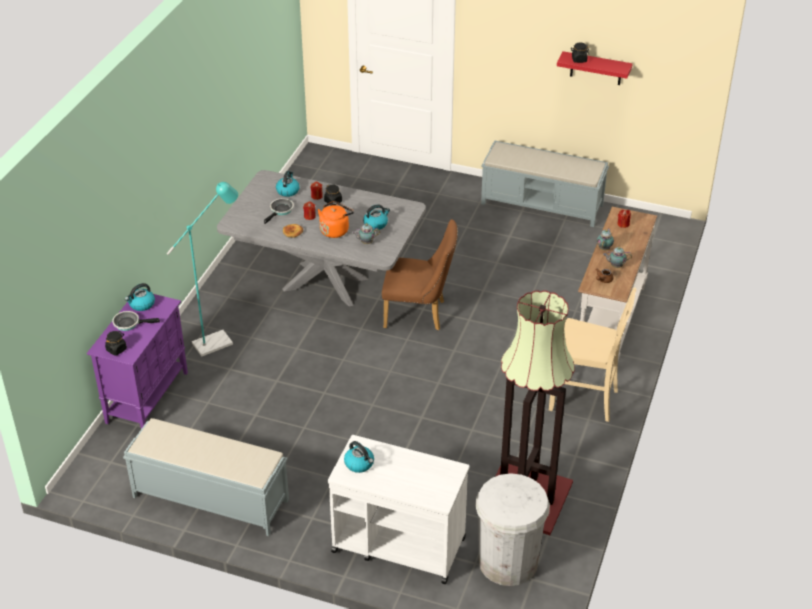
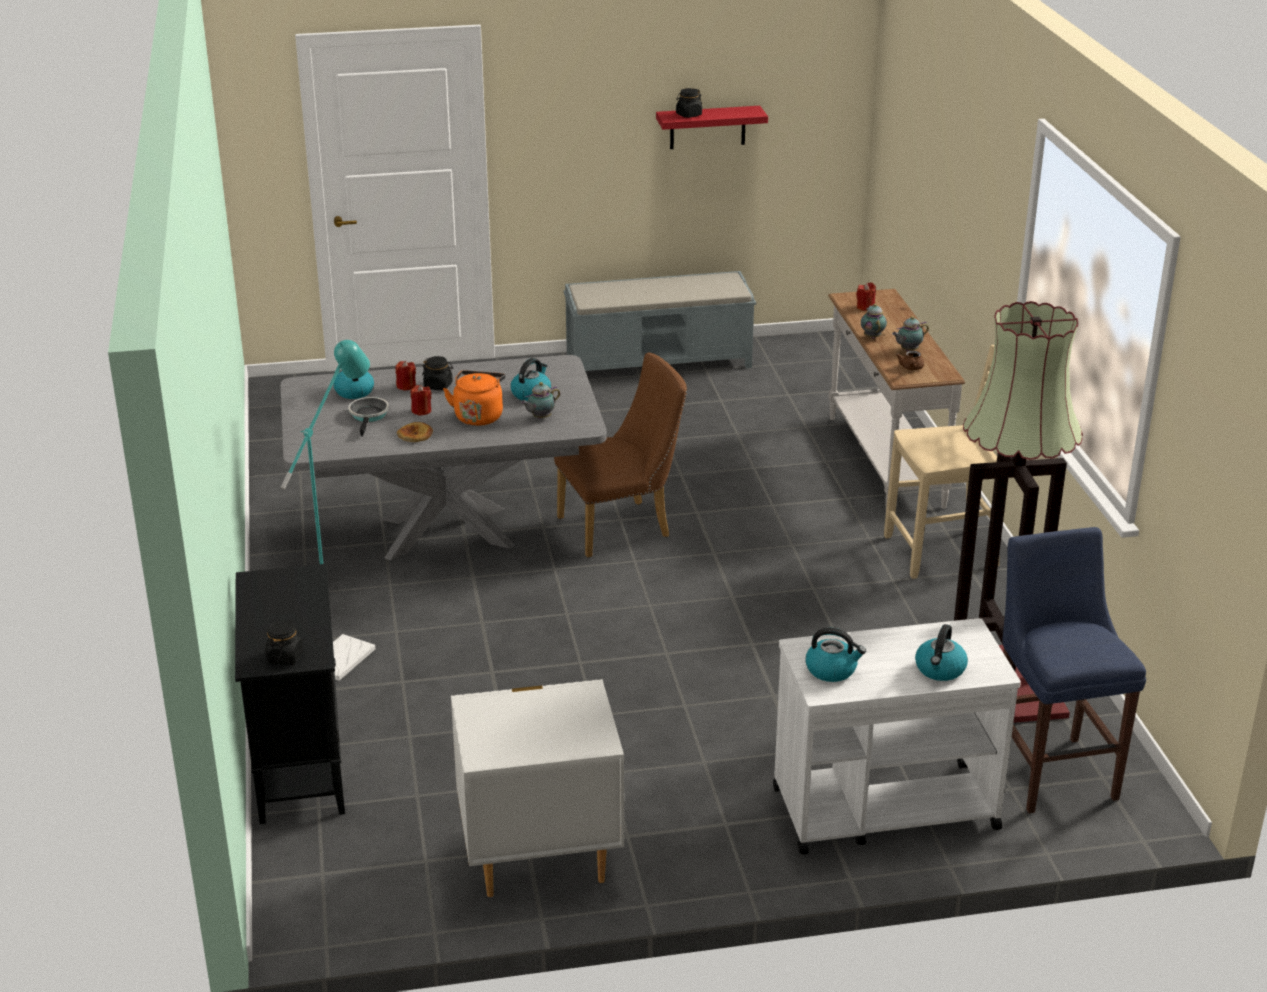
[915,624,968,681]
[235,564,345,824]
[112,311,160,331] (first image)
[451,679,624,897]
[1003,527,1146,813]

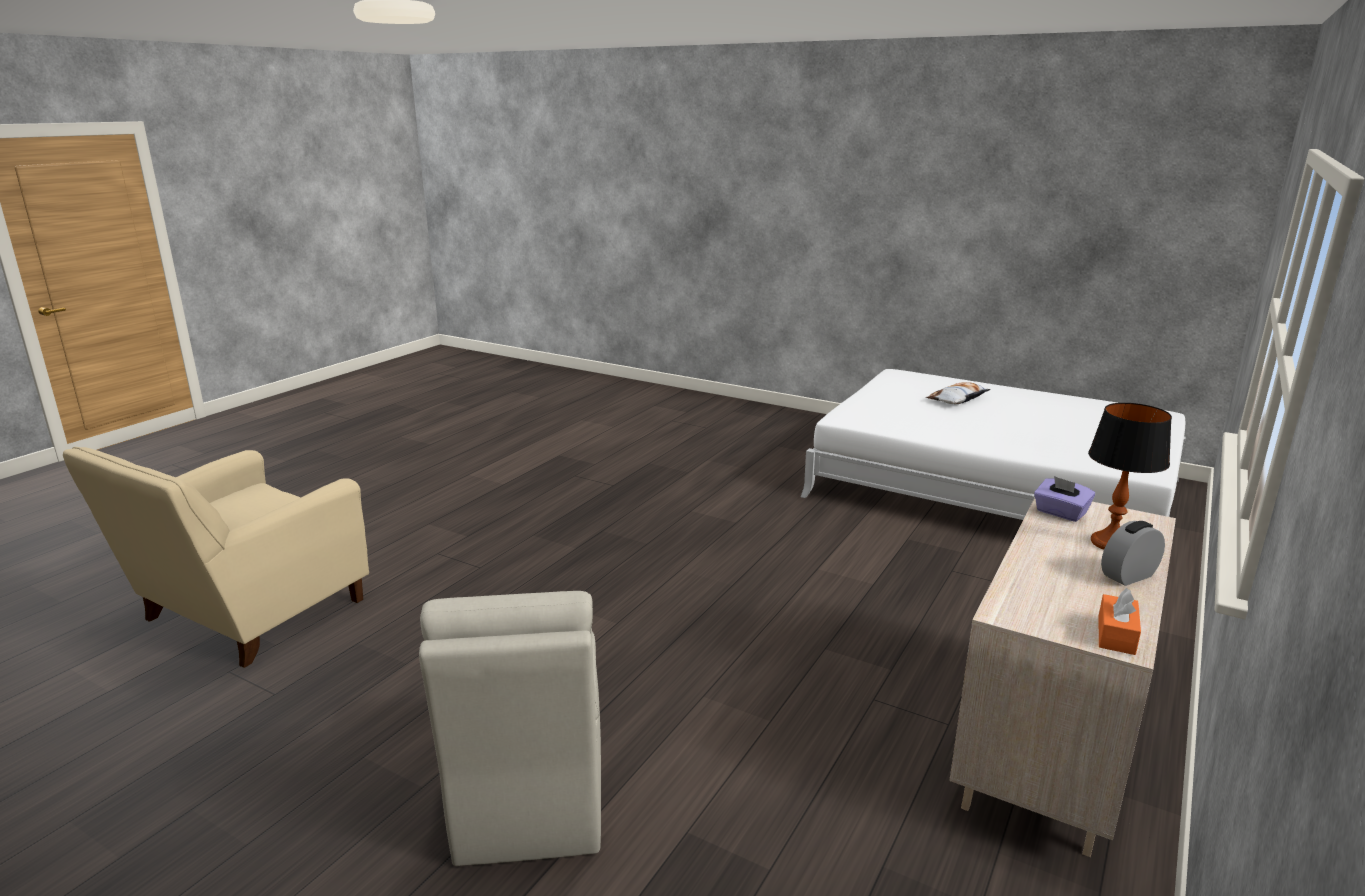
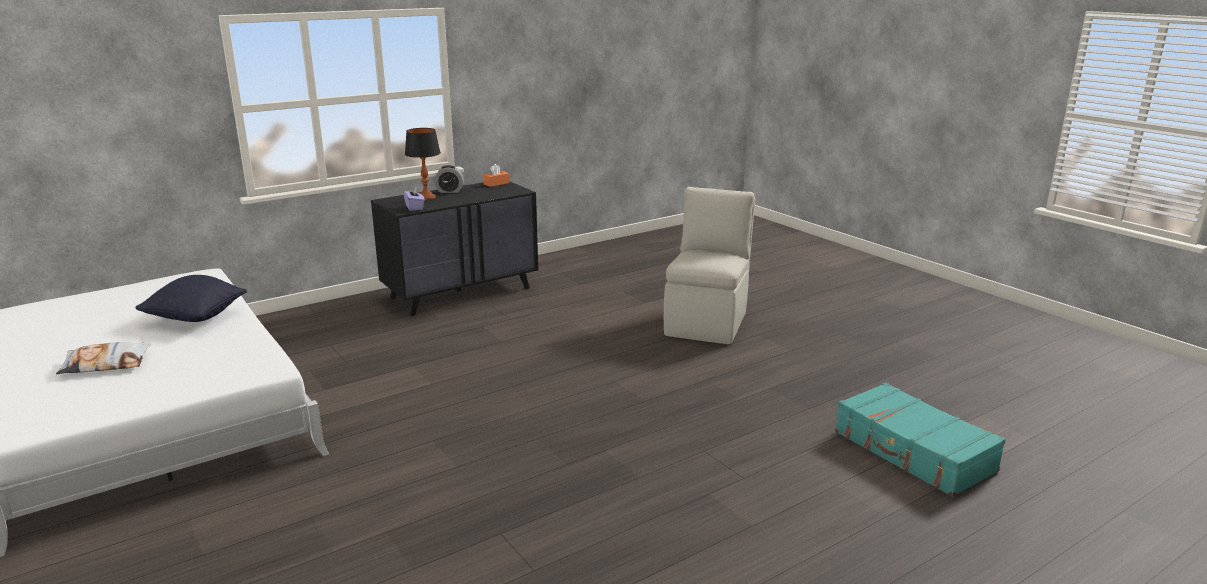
[835,382,1006,497]
[371,182,538,316]
[135,275,247,322]

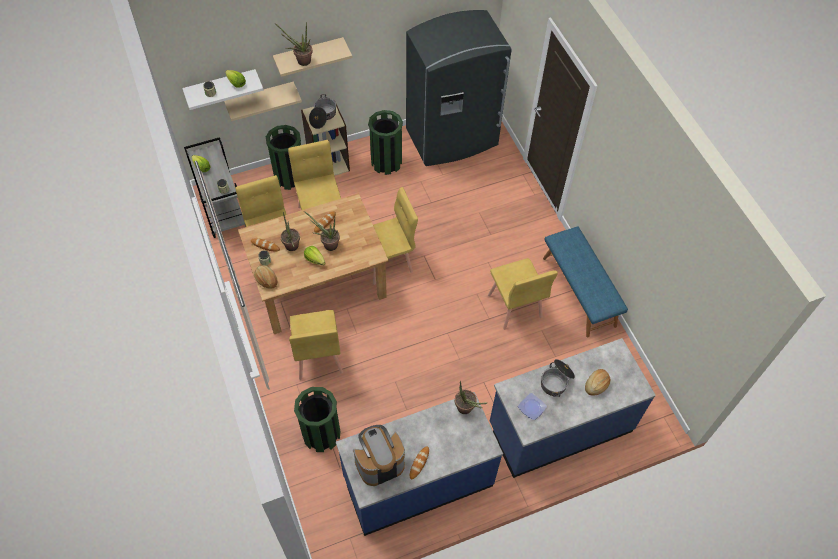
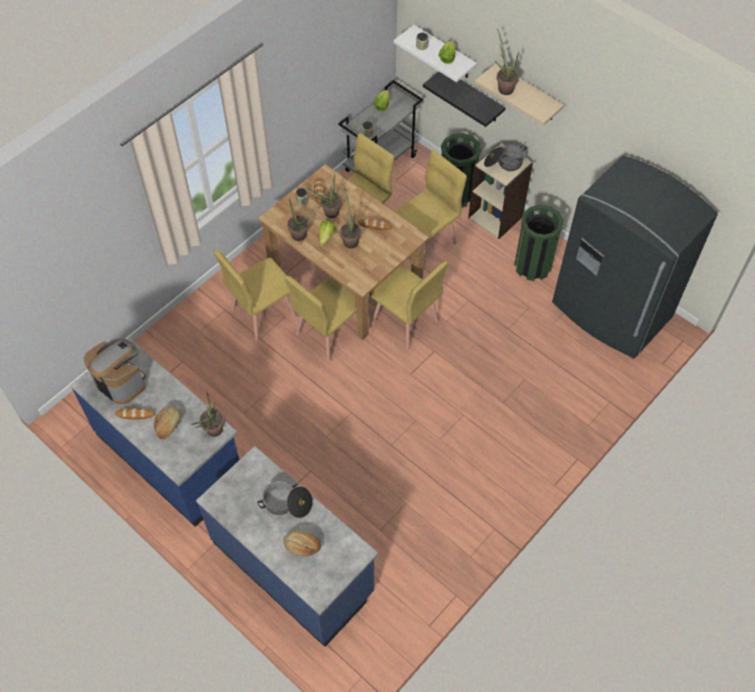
[423,72,506,127]
[543,226,628,337] (first image)
[285,276,358,362]
[154,407,182,439]
[294,387,340,452] (first image)
[518,393,547,420] (first image)
[287,198,311,241]

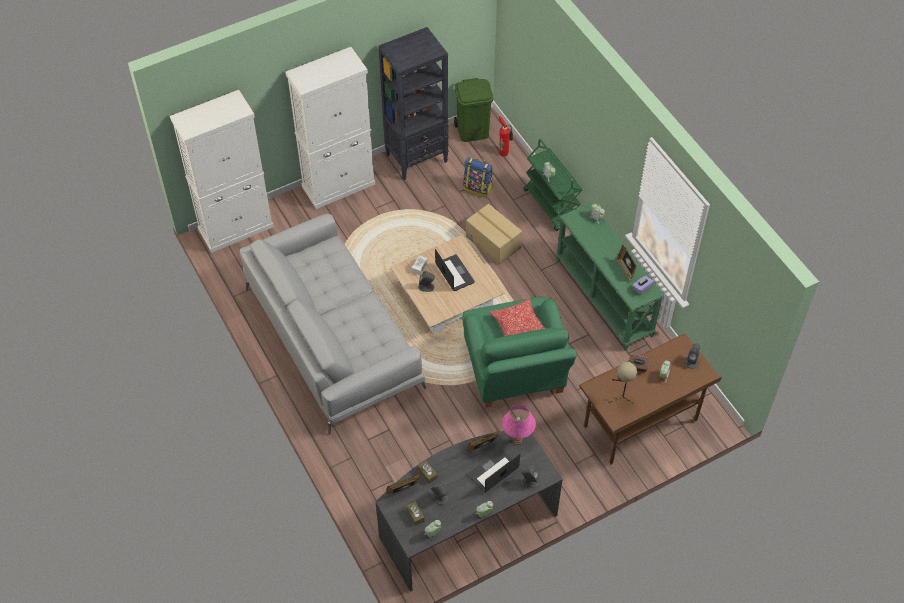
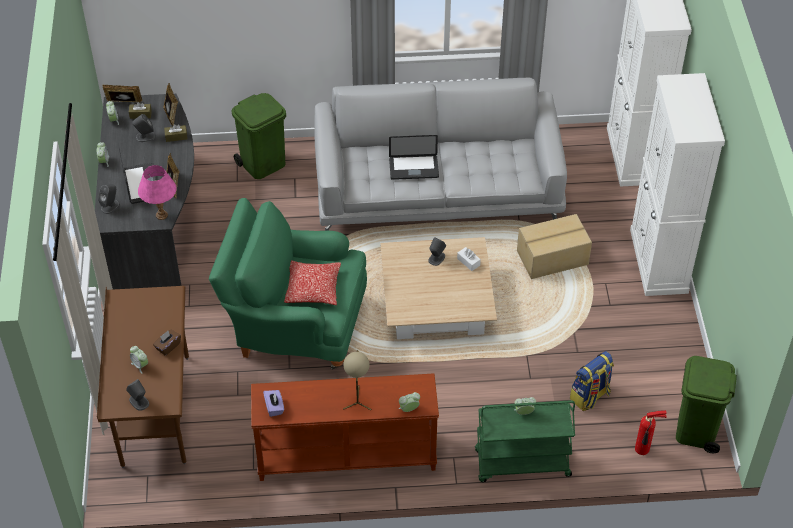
[379,27,448,180] (first image)
[251,373,439,481]
[517,214,592,279]
[102,85,142,102]
[389,135,439,180]
[343,350,371,410]
[232,93,286,179]

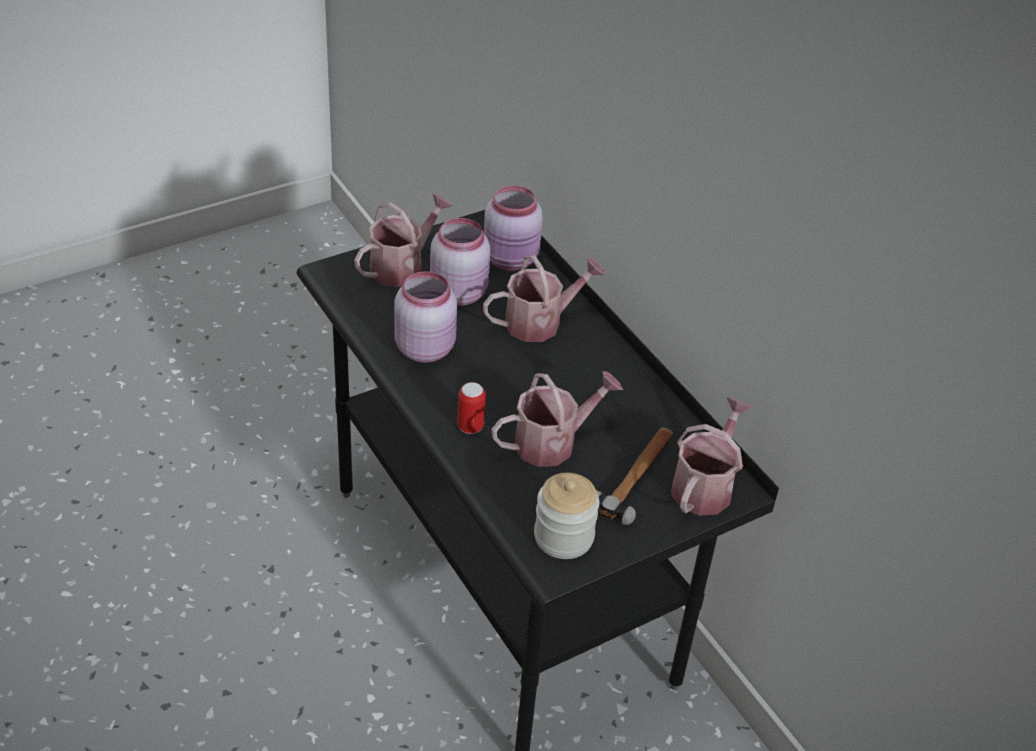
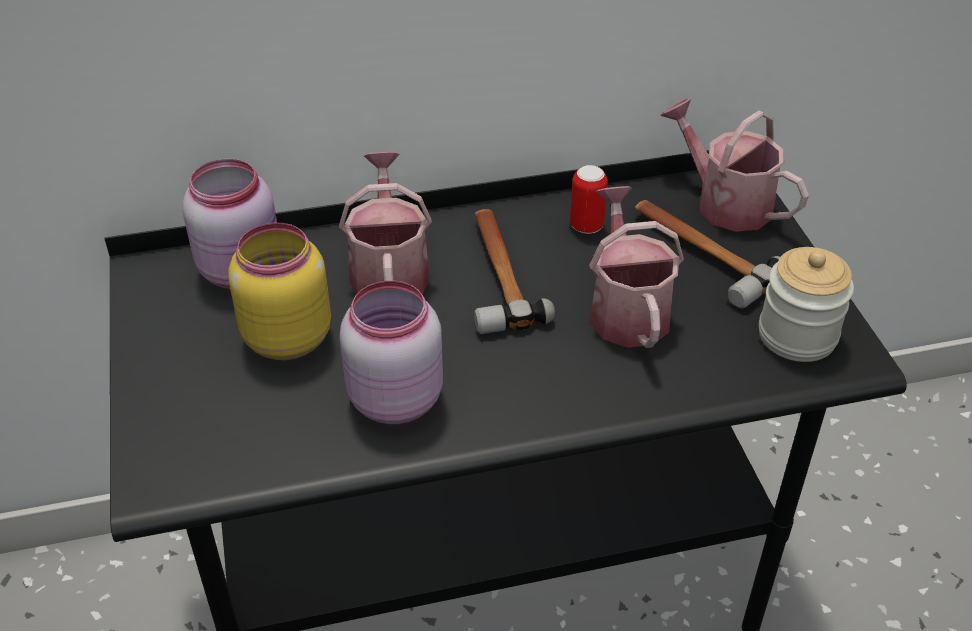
[354,193,453,287] (first image)
[228,223,331,360]
[570,165,608,234]
[474,209,555,334]

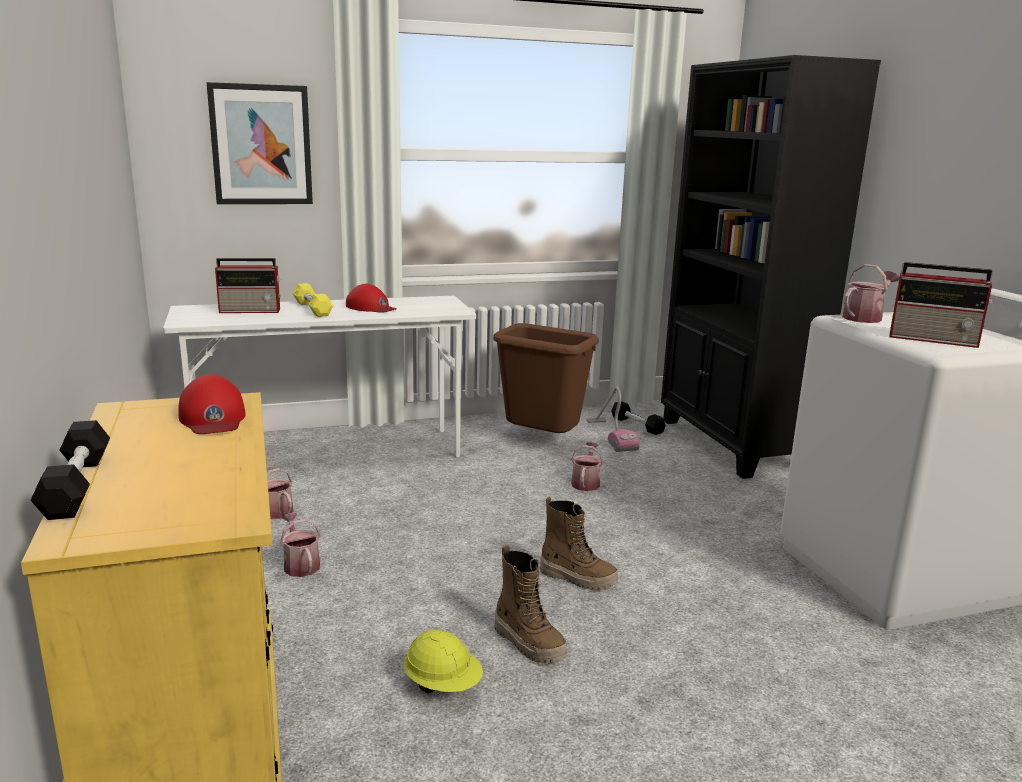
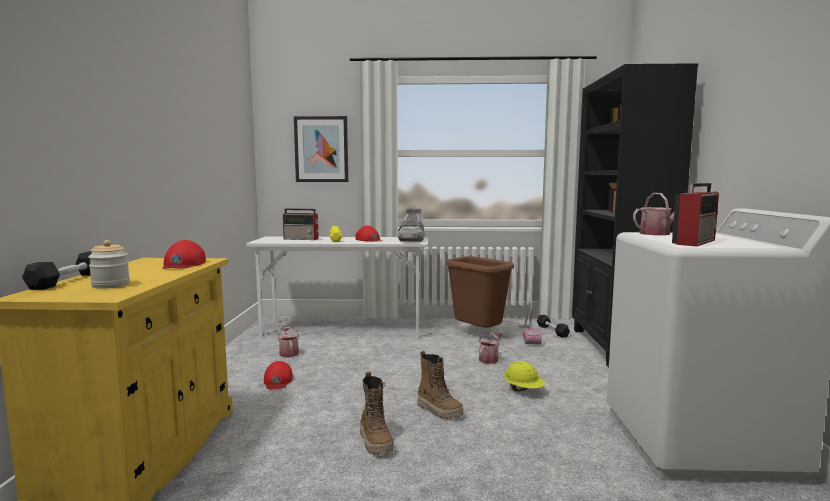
[672,183,719,246]
[264,361,293,389]
[504,361,545,392]
[398,208,425,242]
[88,240,130,289]

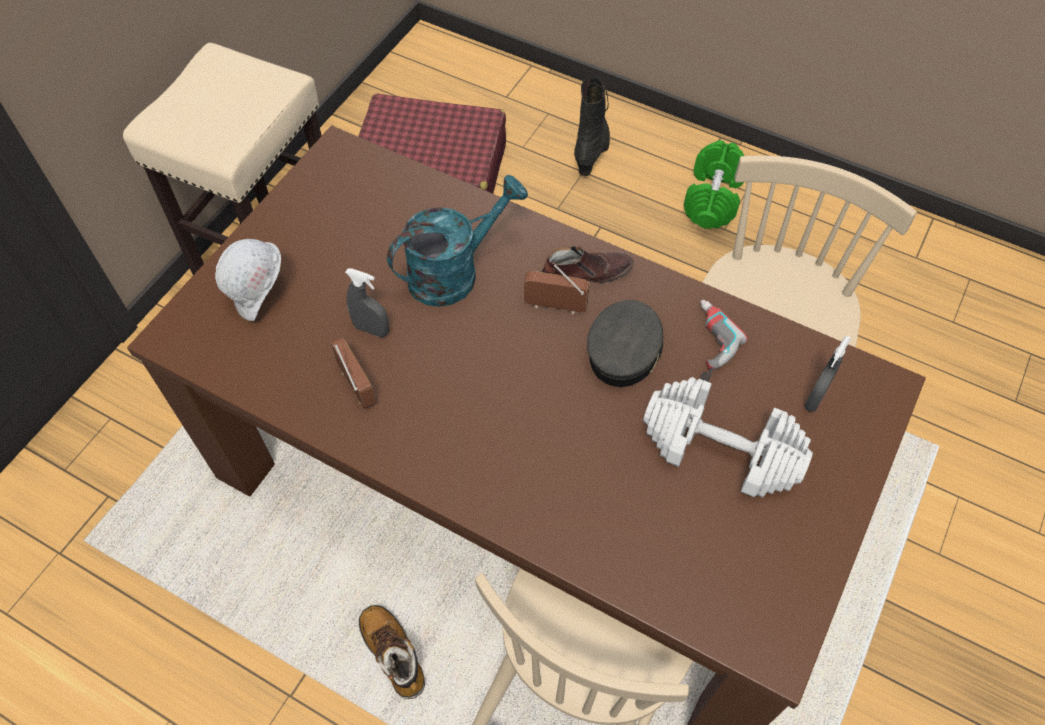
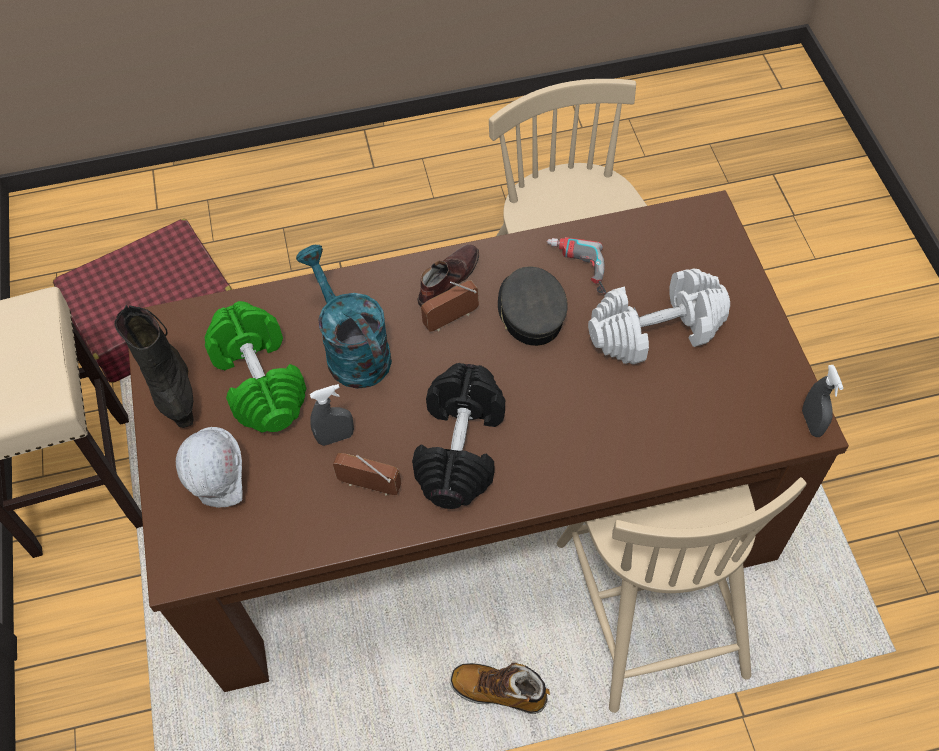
[114,305,194,428]
[205,301,306,433]
[296,245,392,389]
[802,365,844,437]
[412,363,505,509]

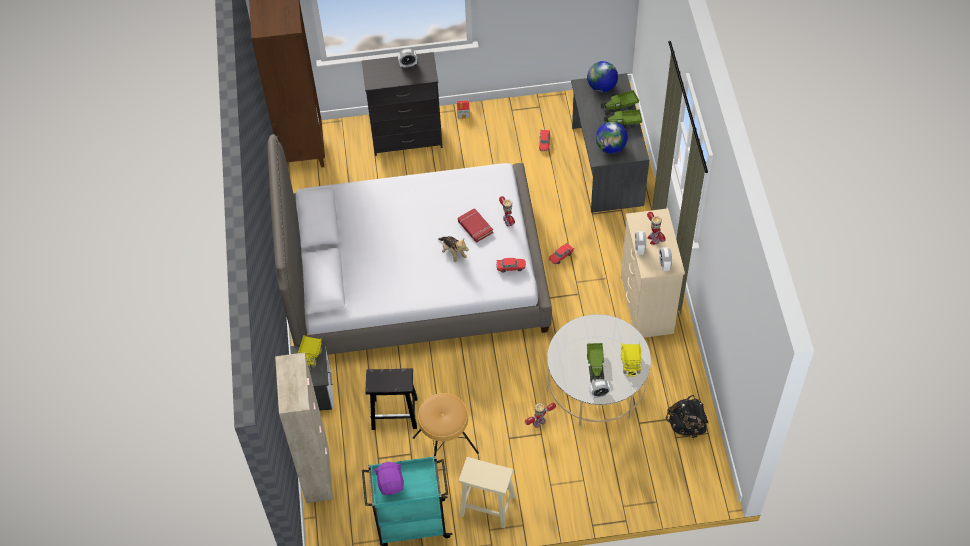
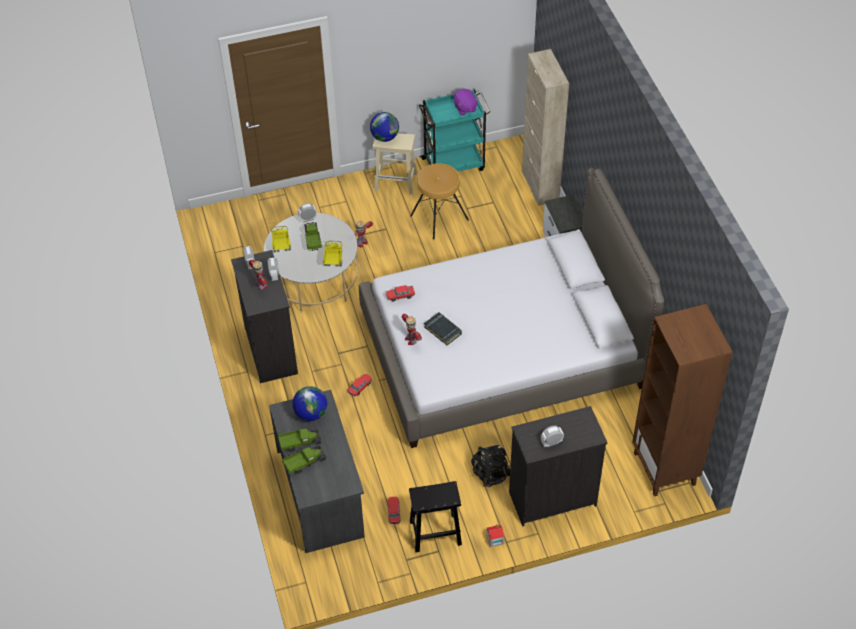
[370,112,399,142]
[424,312,462,345]
[231,250,298,383]
[438,236,469,262] (first image)
[323,241,342,266]
[409,481,462,552]
[471,445,510,487]

